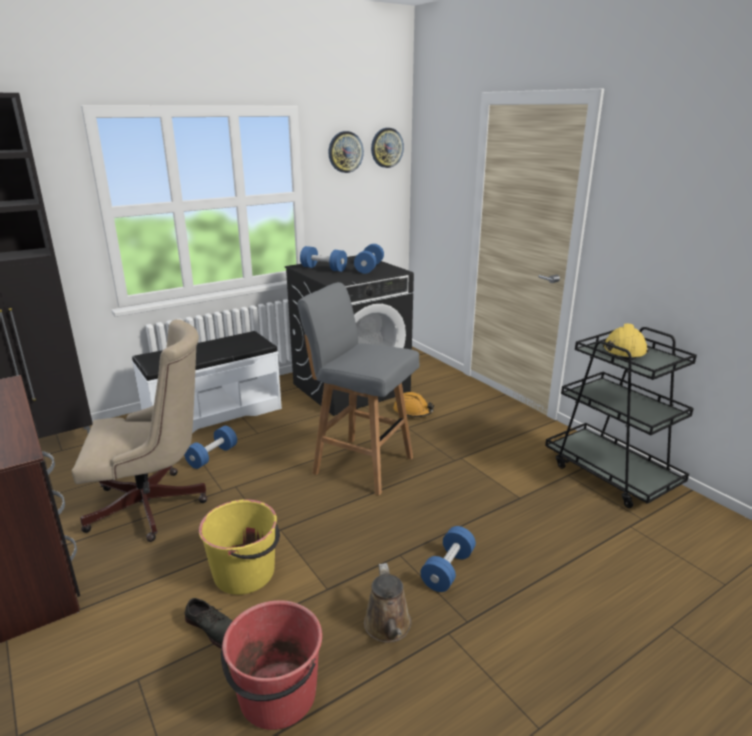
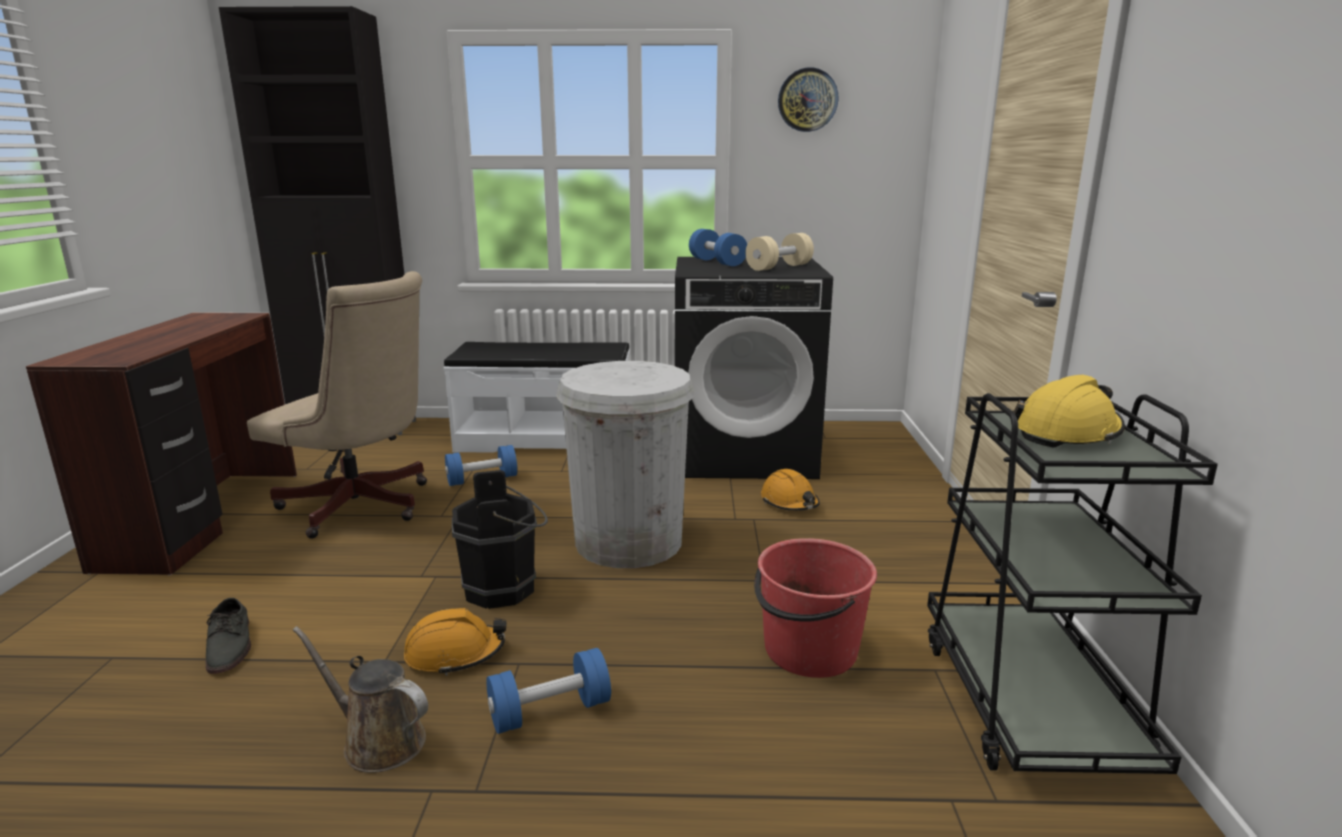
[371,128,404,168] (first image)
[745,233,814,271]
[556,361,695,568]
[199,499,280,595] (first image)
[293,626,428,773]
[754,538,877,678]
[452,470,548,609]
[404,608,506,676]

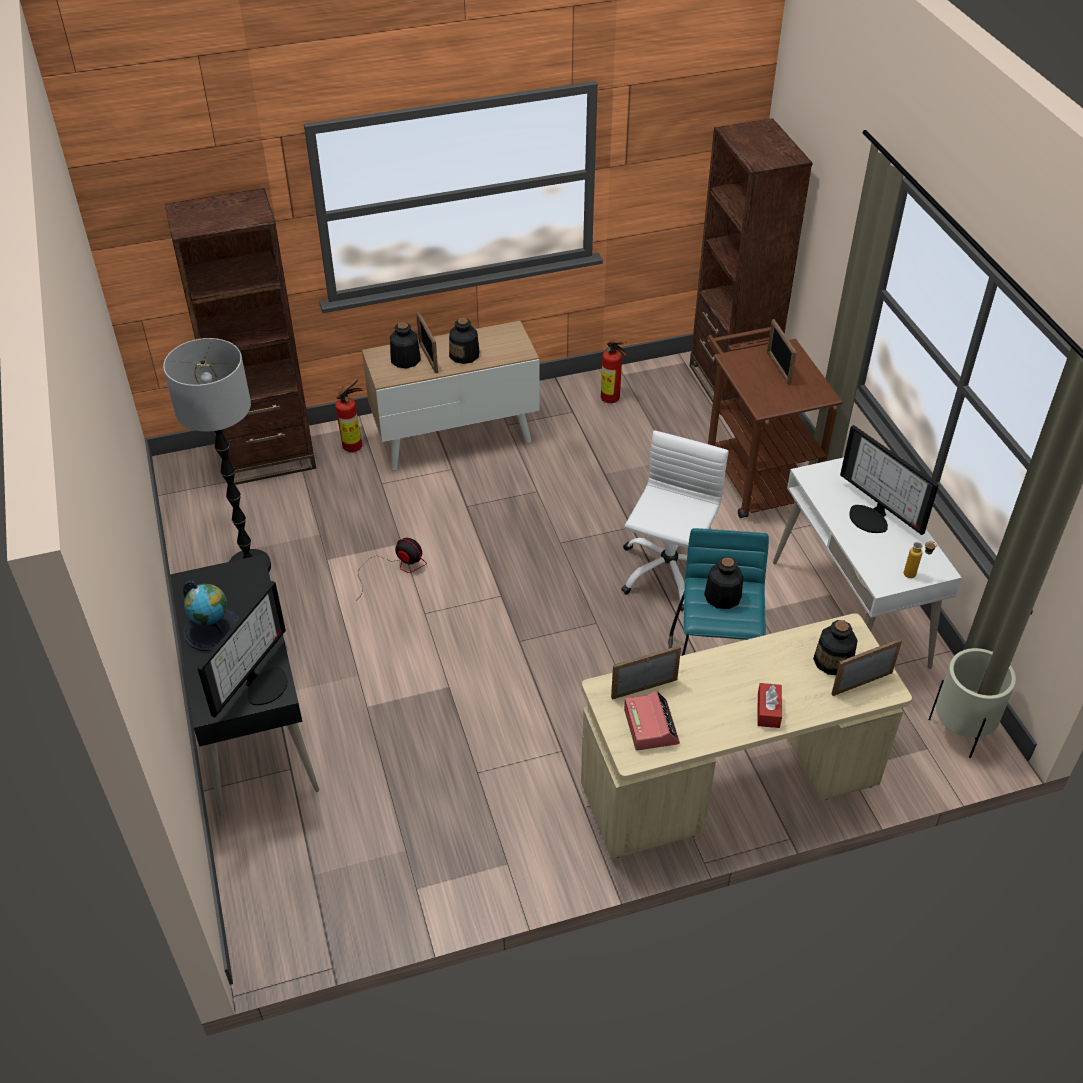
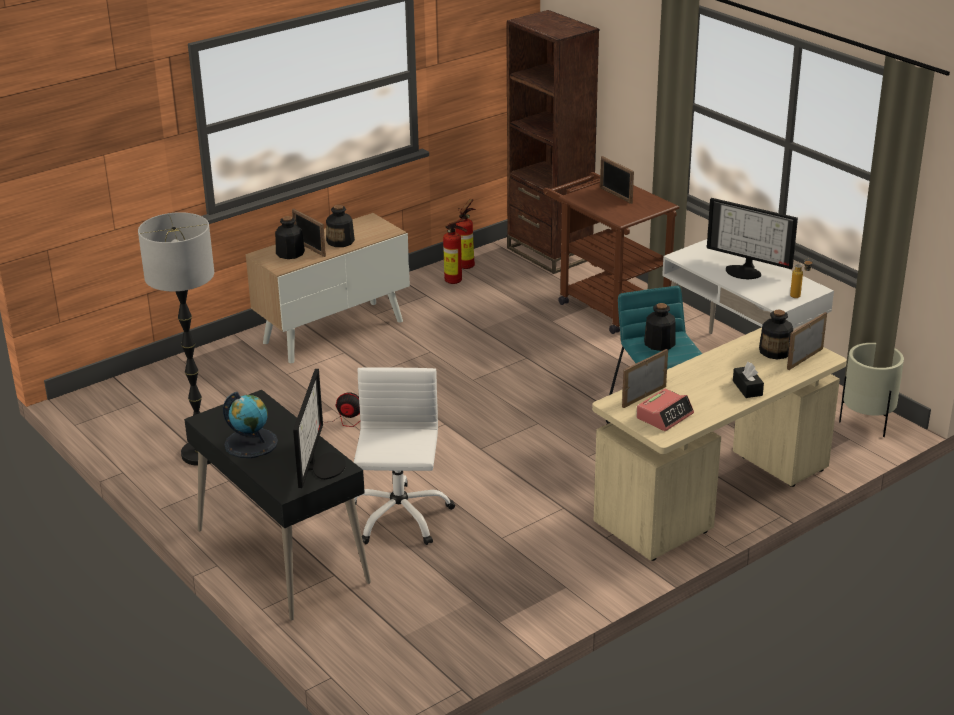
[165,188,316,485] (first image)
[456,199,476,269]
[354,367,455,545]
[733,362,764,398]
[637,389,694,431]

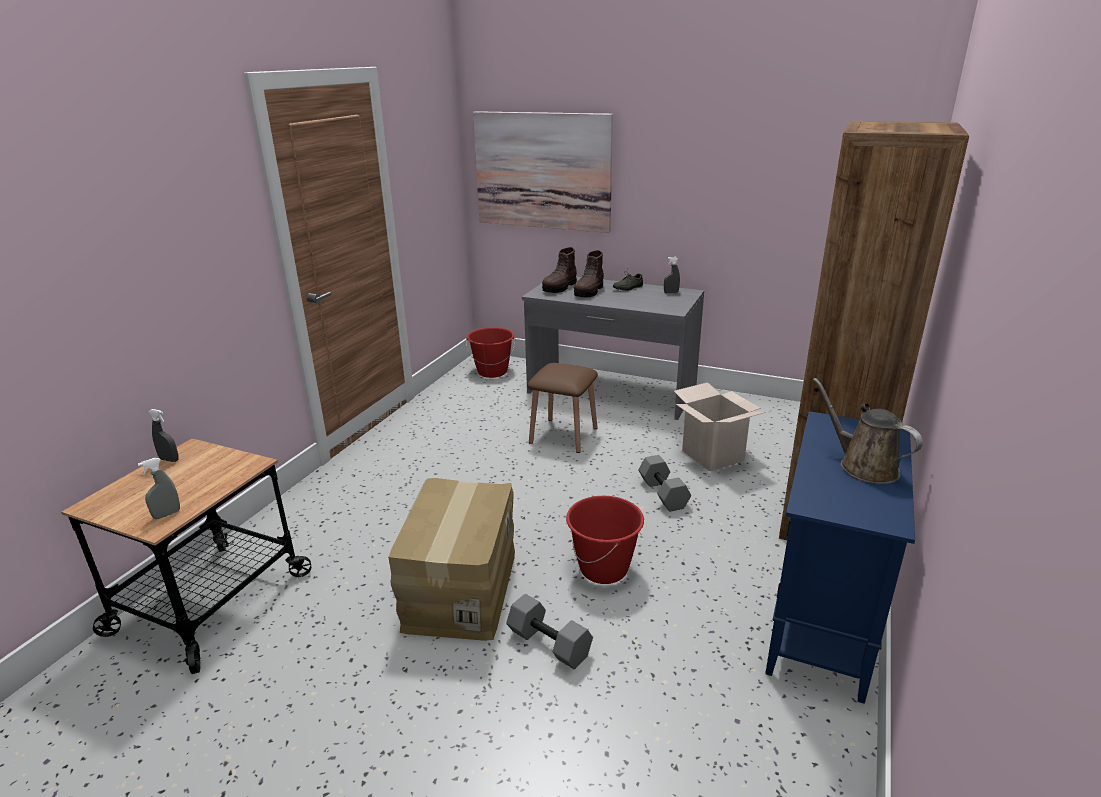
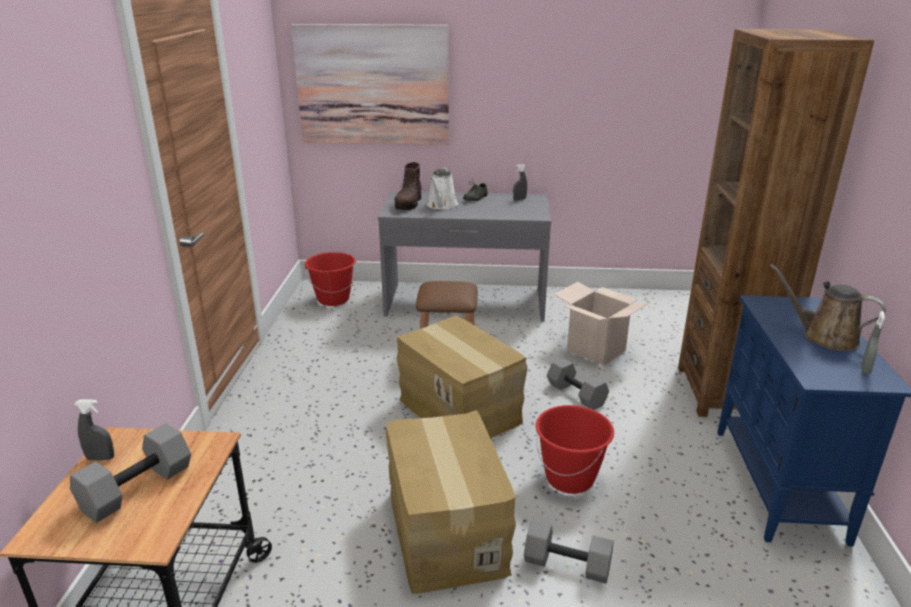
[427,168,458,210]
[861,311,885,374]
[397,316,527,438]
[70,423,191,523]

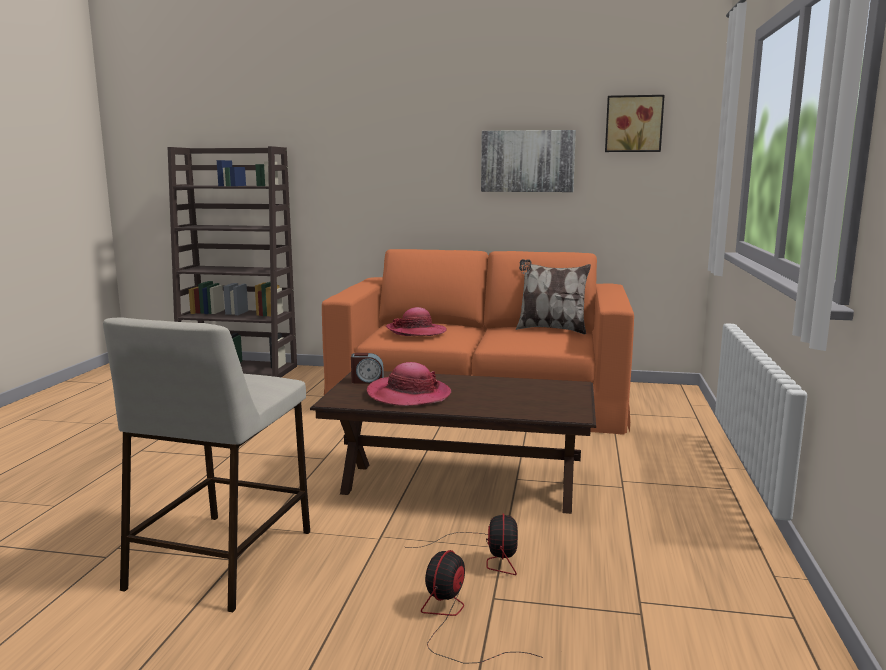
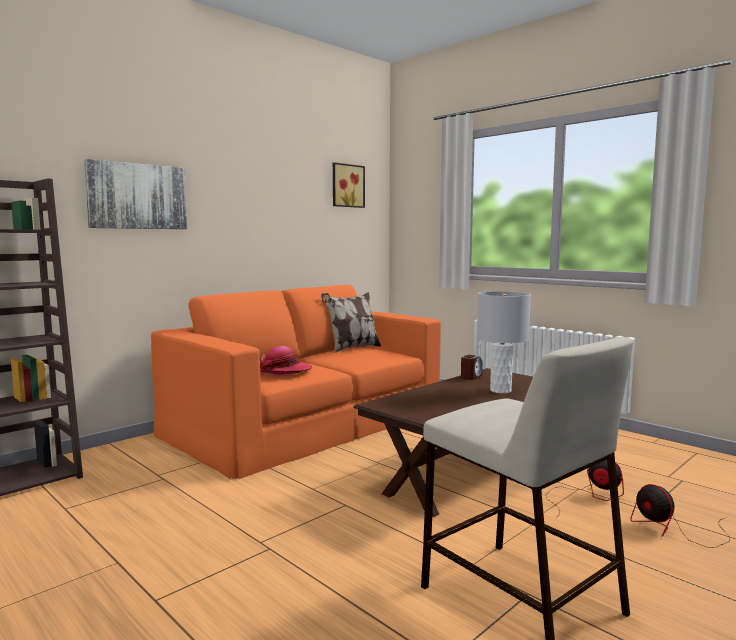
[84,159,188,229]
[461,355,483,380]
[367,362,451,406] (first image)
[477,291,531,393]

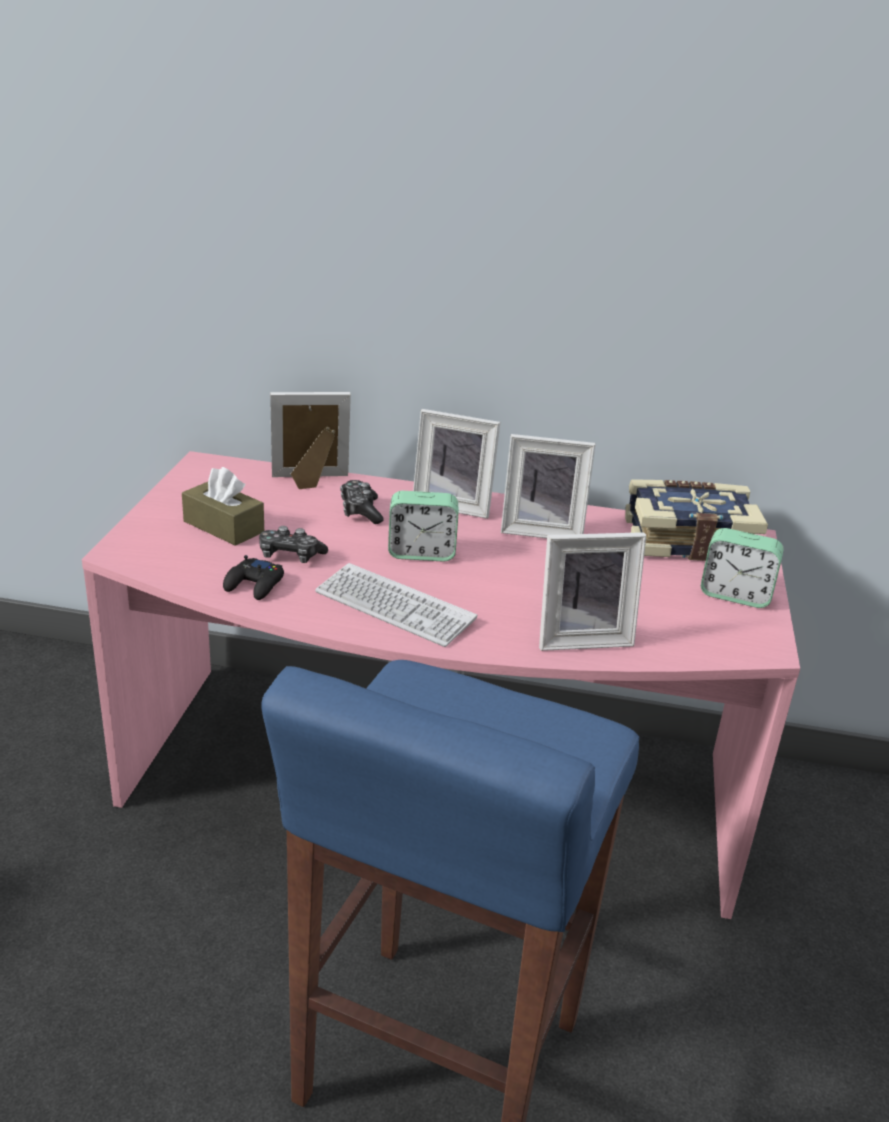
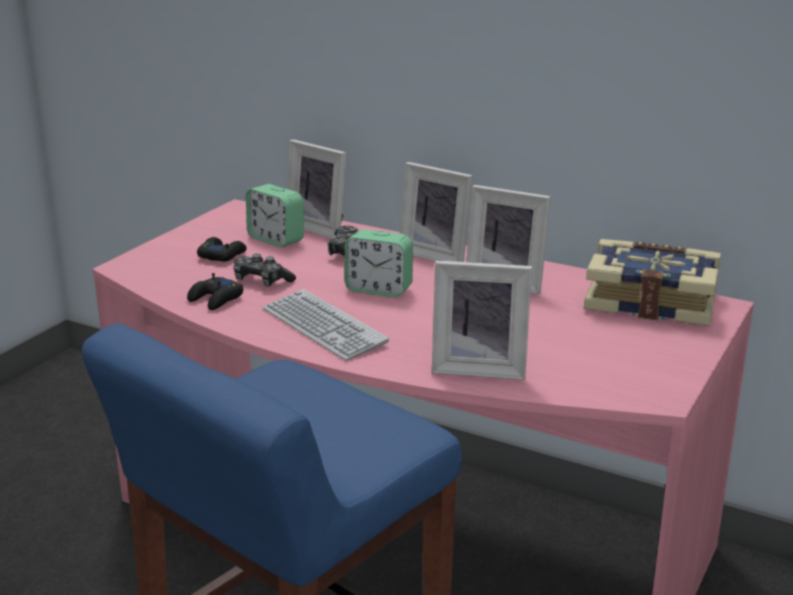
[287,139,347,239]
[197,237,247,262]
[246,184,304,247]

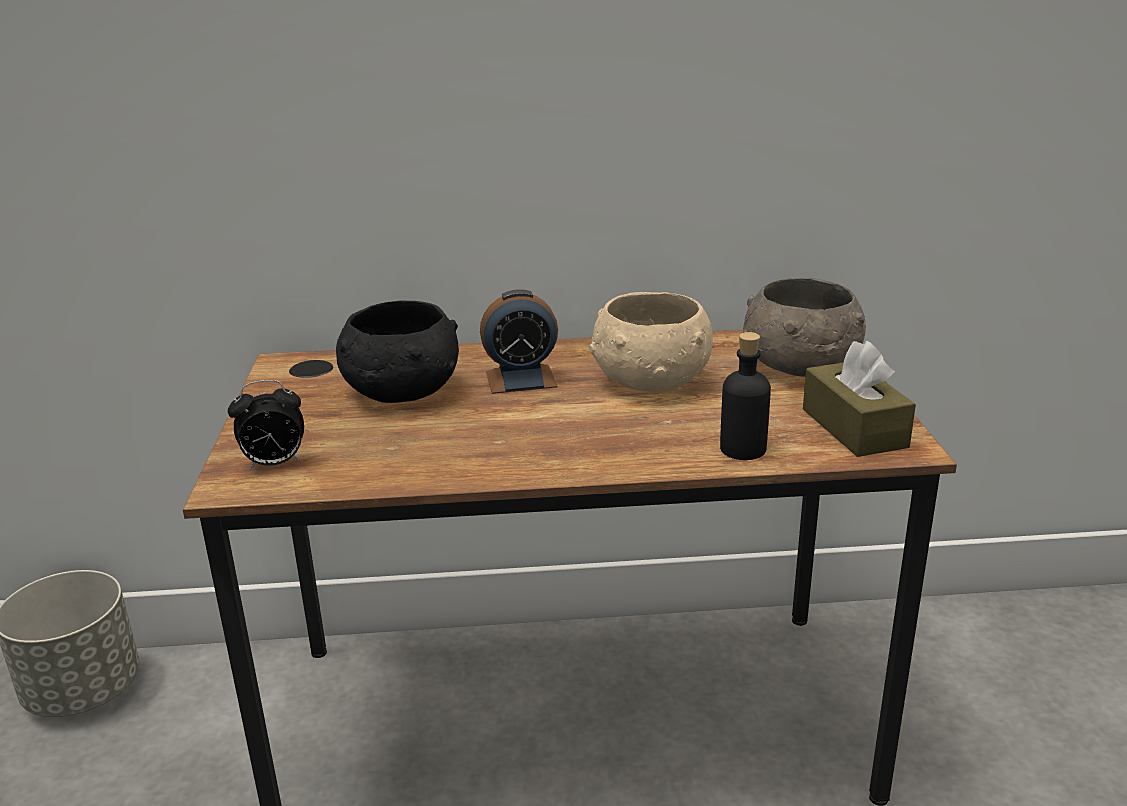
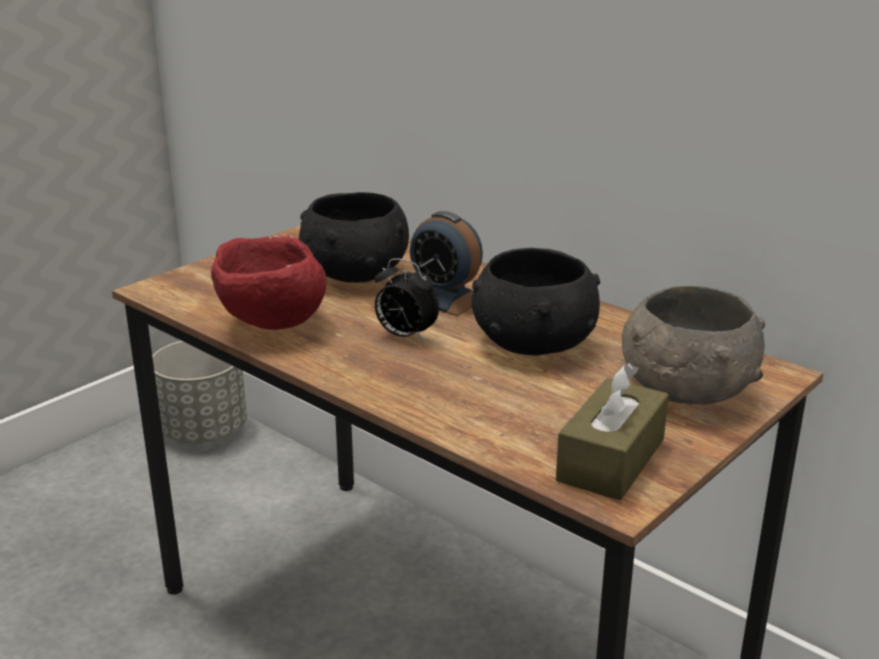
[471,248,600,356]
[720,332,771,460] (first image)
[375,258,439,342]
[211,235,326,330]

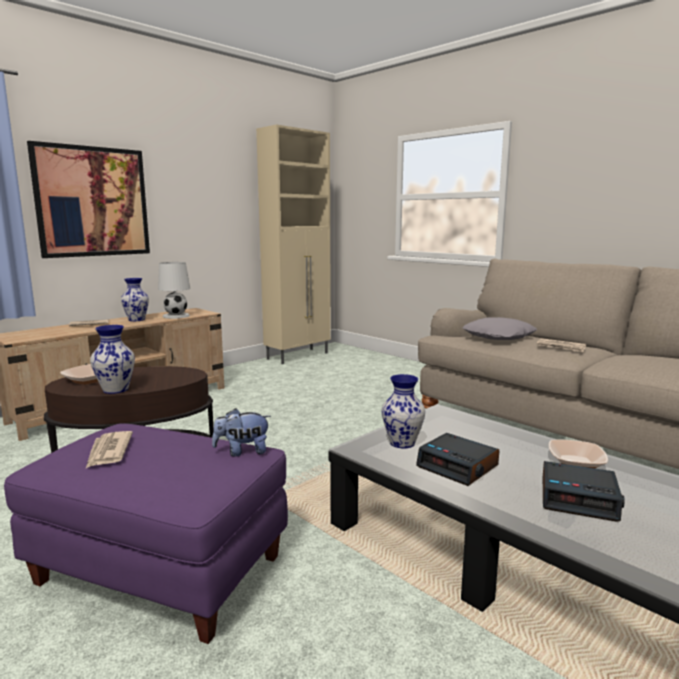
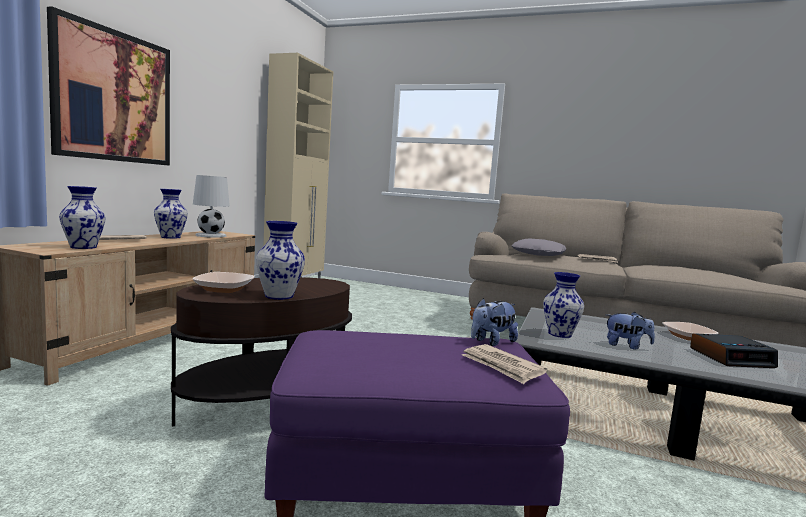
[462,344,547,384]
[606,312,655,350]
[59,186,106,249]

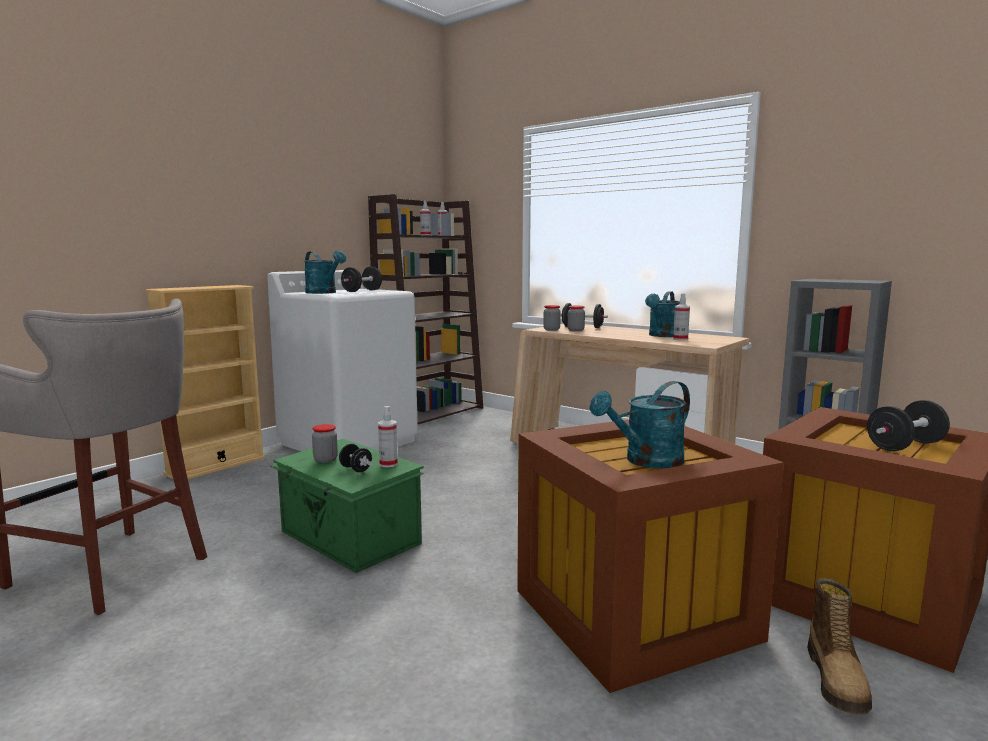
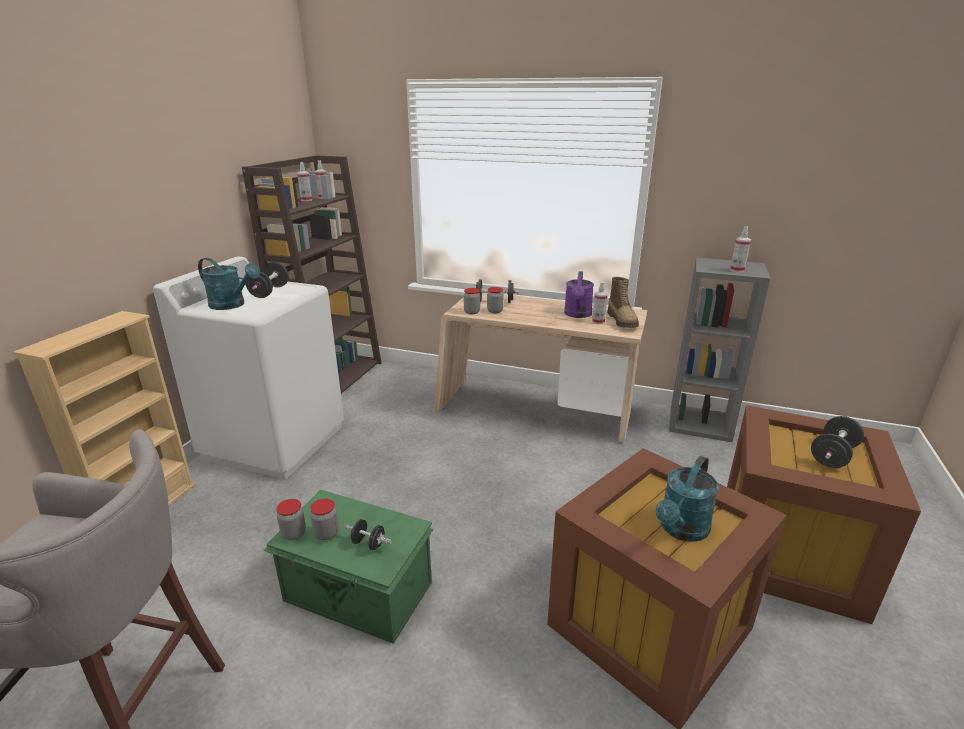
[564,271,594,318]
[730,226,751,272]
[607,277,639,328]
[276,499,306,540]

